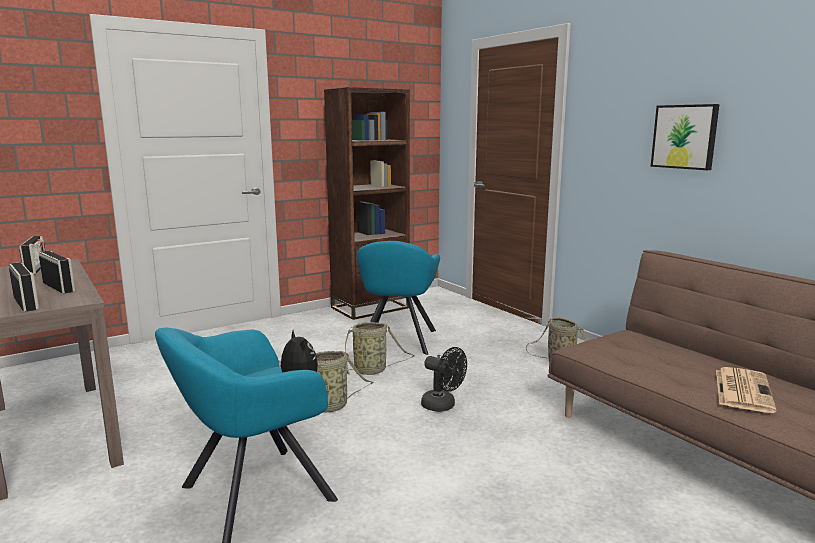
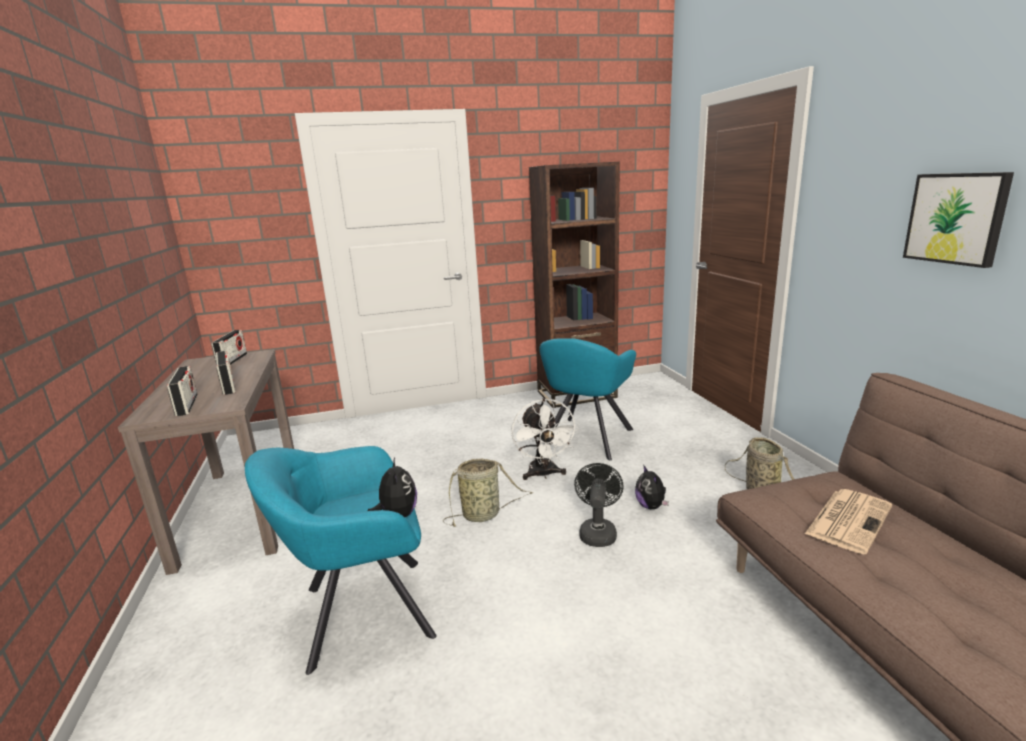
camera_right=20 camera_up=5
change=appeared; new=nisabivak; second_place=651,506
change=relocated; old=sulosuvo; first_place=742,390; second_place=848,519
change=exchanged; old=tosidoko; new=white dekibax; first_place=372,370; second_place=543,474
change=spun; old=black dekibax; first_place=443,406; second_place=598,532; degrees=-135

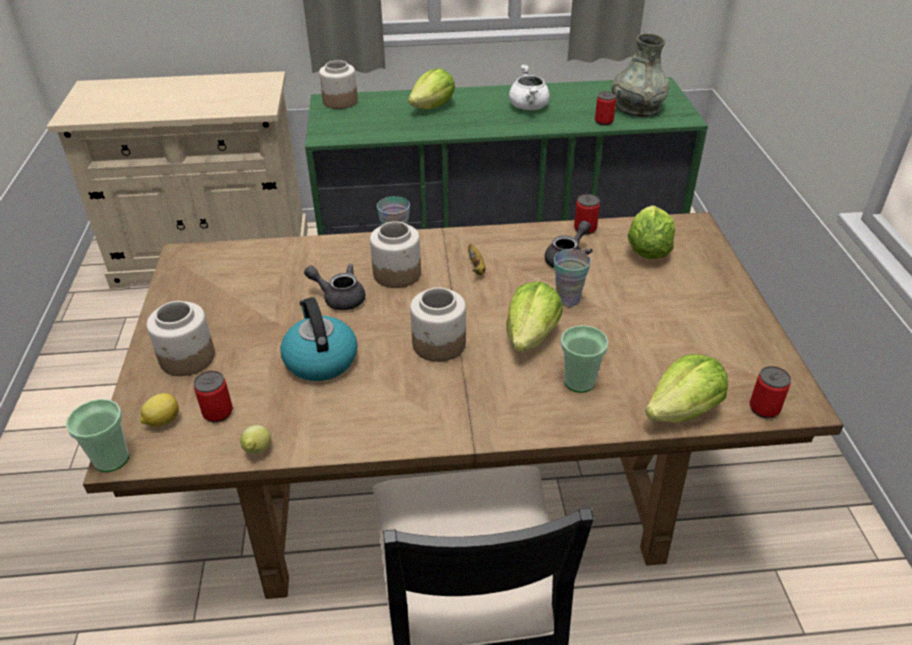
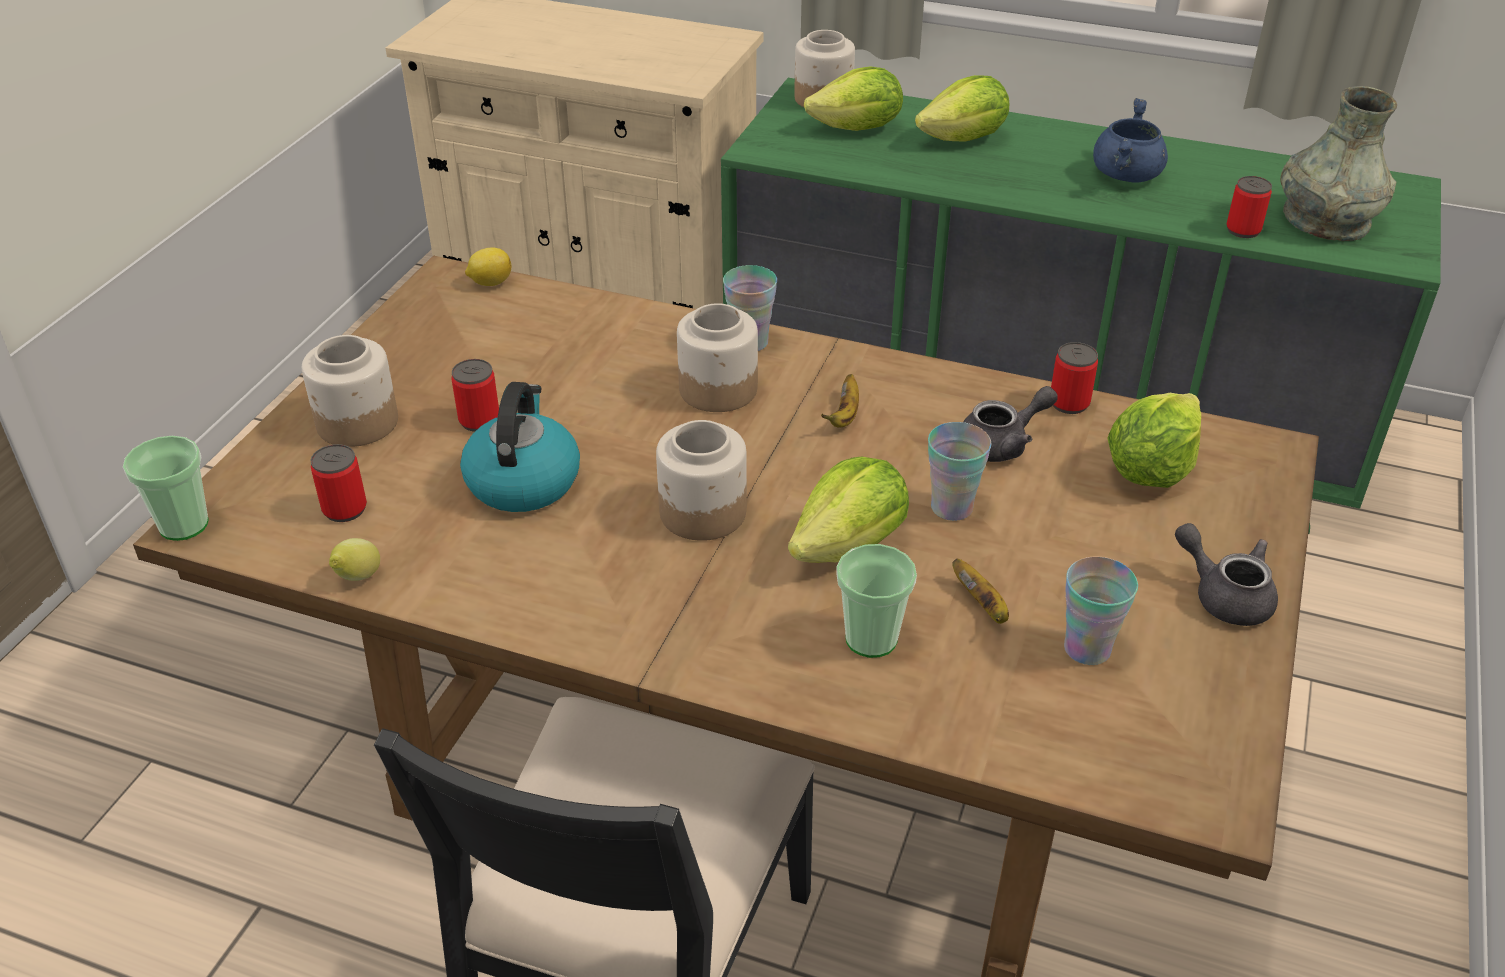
camera_right=25 camera_up=0
change=appeared; new=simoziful; second_place=982,606
change=appeared; new=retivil; second_place=1087,649
change=relocated; old=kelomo; first_place=162,421; second_place=490,283
change=relocated; old=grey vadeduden; first_place=339,298; second_place=1224,595
change=relocated; old=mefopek; first_place=683,411; second_place=858,129
change=relocated; old=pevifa; first_place=764,408; second_place=479,420
change=colour; old=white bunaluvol; new=blue bunaluvol; first_place=529,107; second_place=1127,176

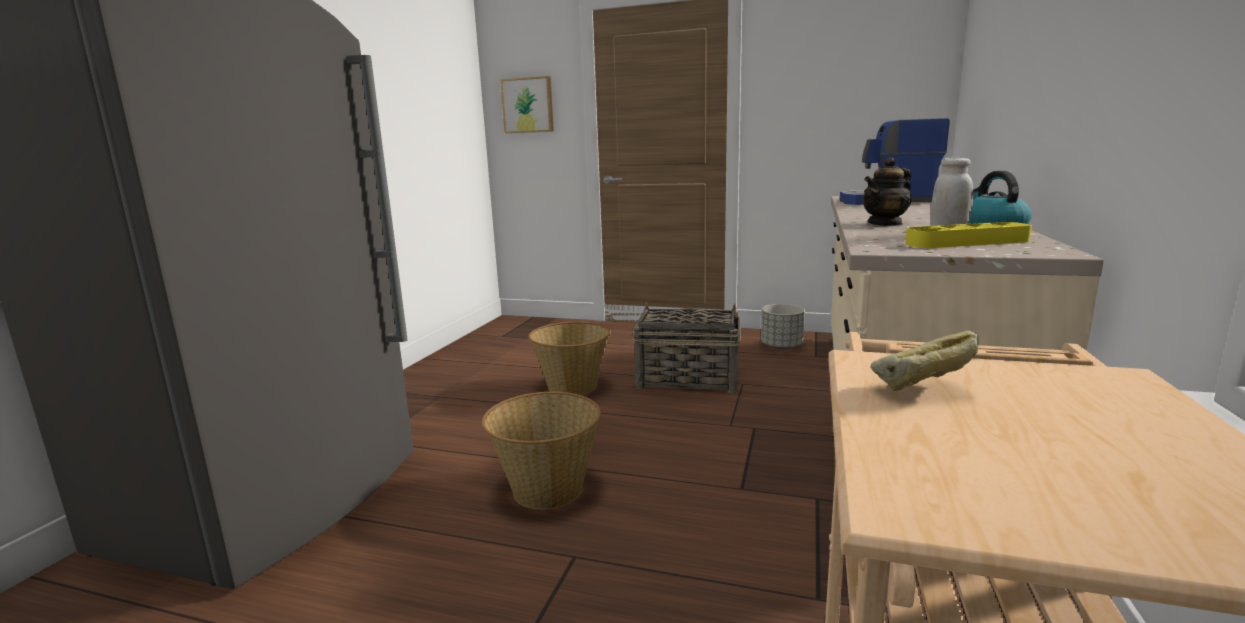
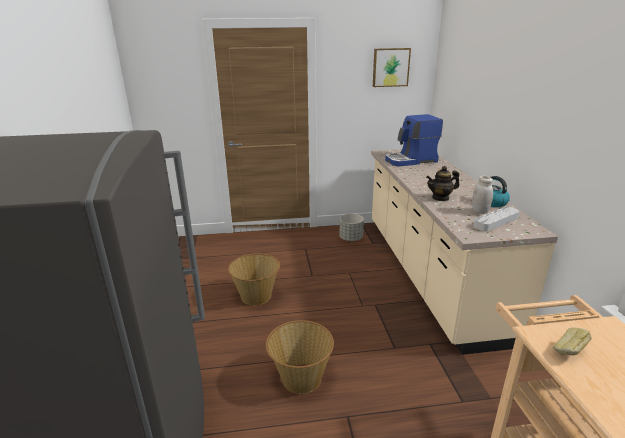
camera_right=-25 camera_up=10
change=missing; old=tosidoko; first_place=686,379
change=relocated; old=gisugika; first_place=528,105; second_place=390,67
change=colour; old=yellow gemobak; new=grey gemobak; first_place=967,242; second_place=496,221
change=spun; old=vadeduden; first_place=885,224; second_place=440,198; degrees=45

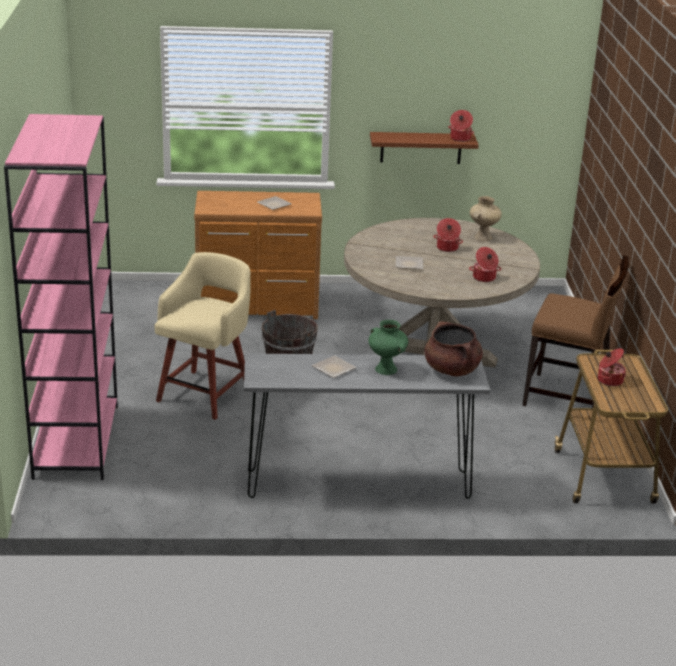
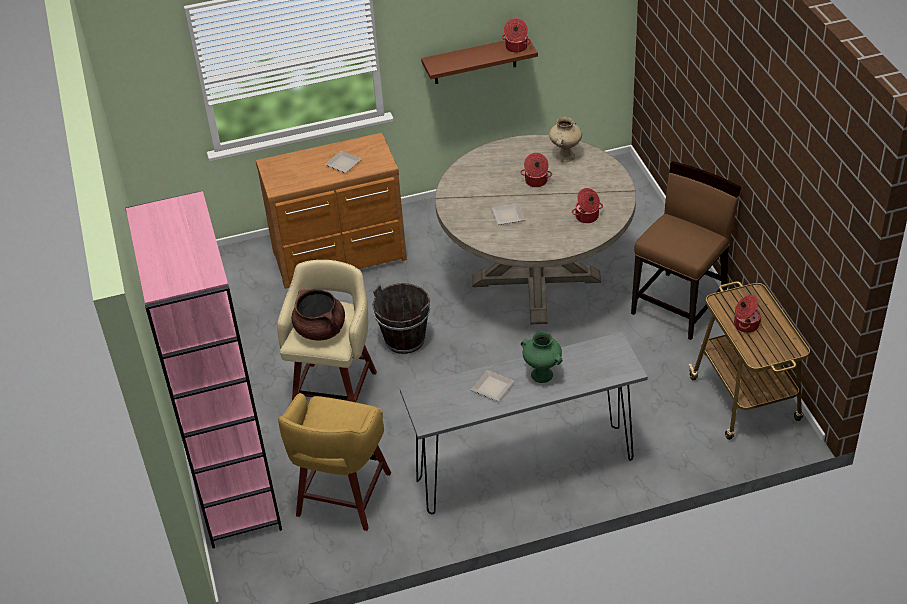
camera_right=-10 camera_up=15
change=appeared; new=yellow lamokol; second_place=342,497
change=relocated; old=brown bunaluvol; first_place=452,370; second_place=321,330
change=spun; old=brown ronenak; first_place=566,397; second_place=680,305; degrees=-60

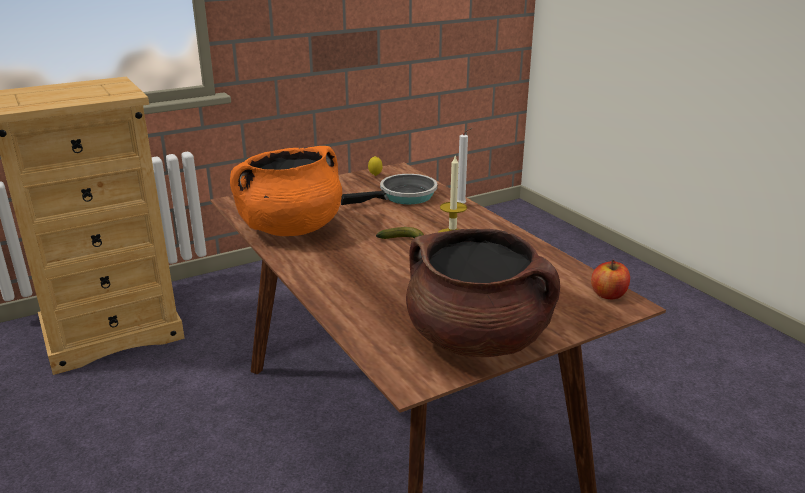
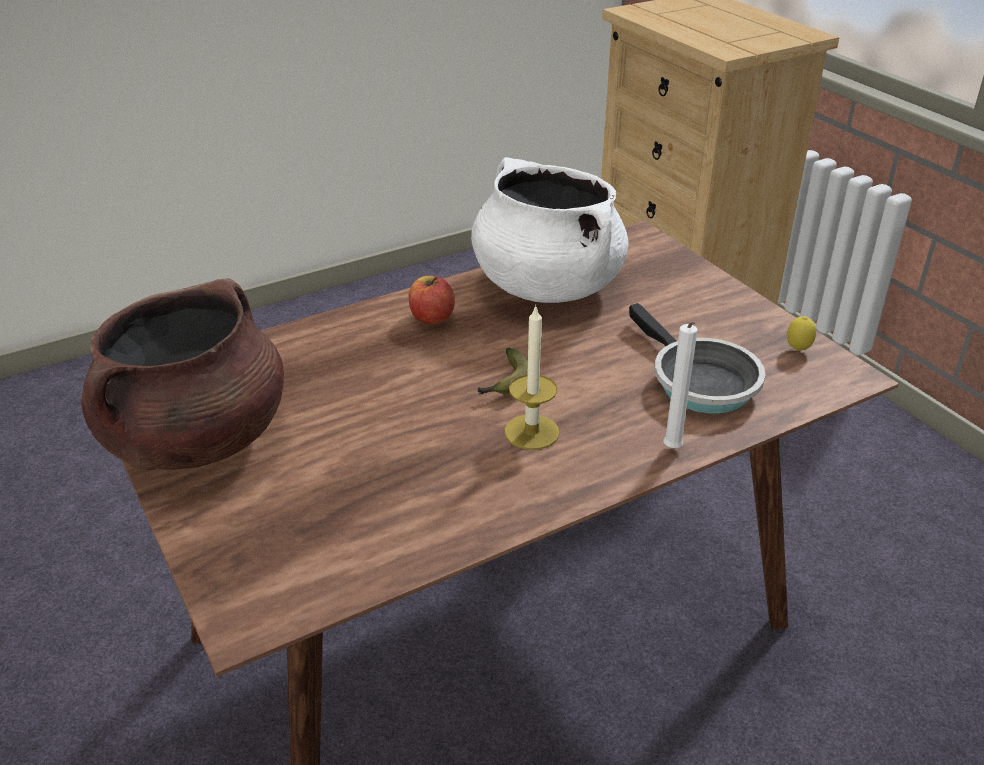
camera_right=90 camera_up=10
change=relocated; old=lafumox; first_place=608,294; second_place=432,318
change=colour; old=orange bunaluvol; new=white bunaluvol; first_place=291,229; second_place=546,286

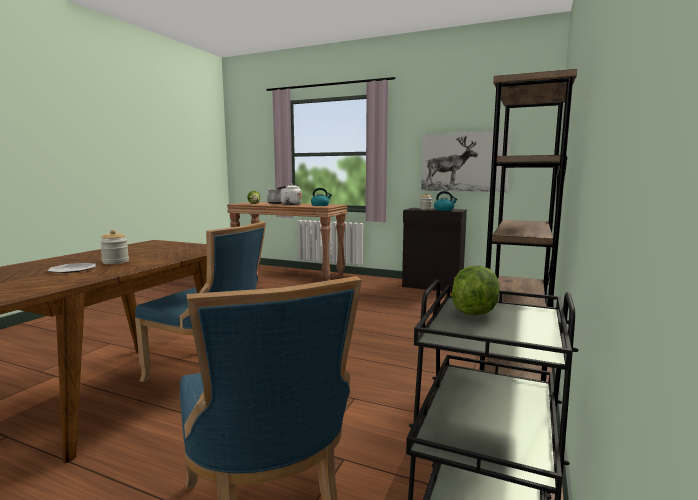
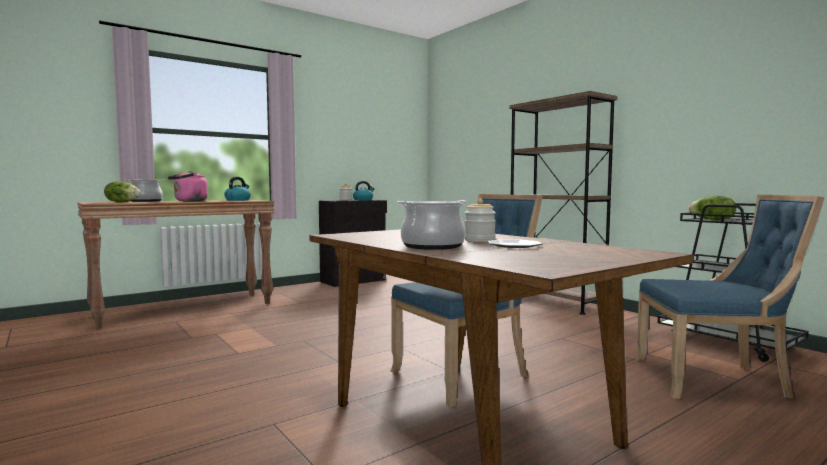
camera_right=-60 camera_up=-5
change=missing; old=gisugika; first_place=463,162
change=appeared; new=bunaluvol; second_place=432,246
change=colour; old=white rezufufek; new=pink rezufufek; first_place=289,204; second_place=189,201

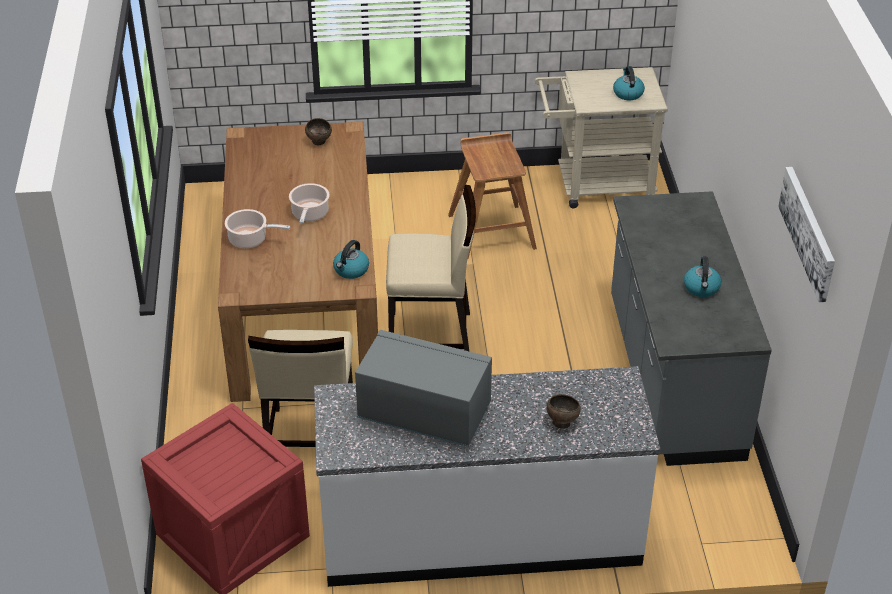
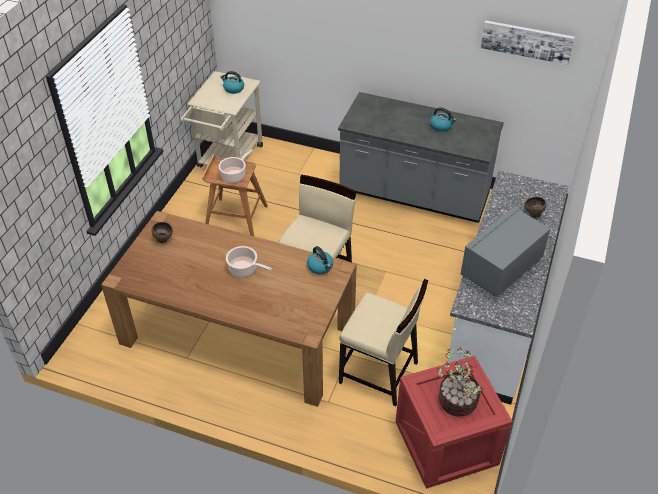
camera_right=-65 camera_up=5
change=appeared; new=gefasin; second_place=456,400
change=relocated; old=bunaluvol; first_place=250,239; second_place=234,175

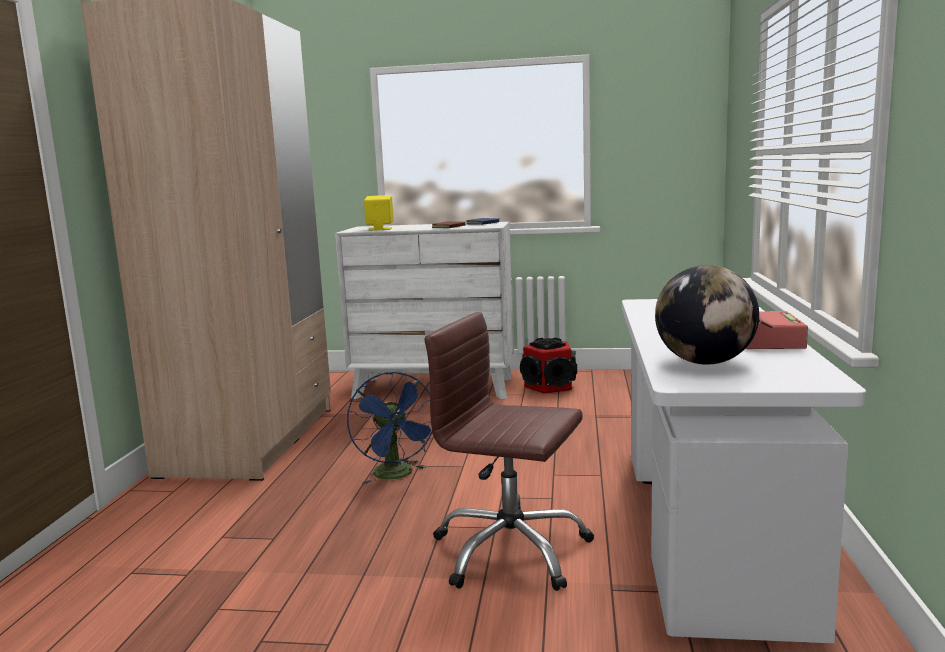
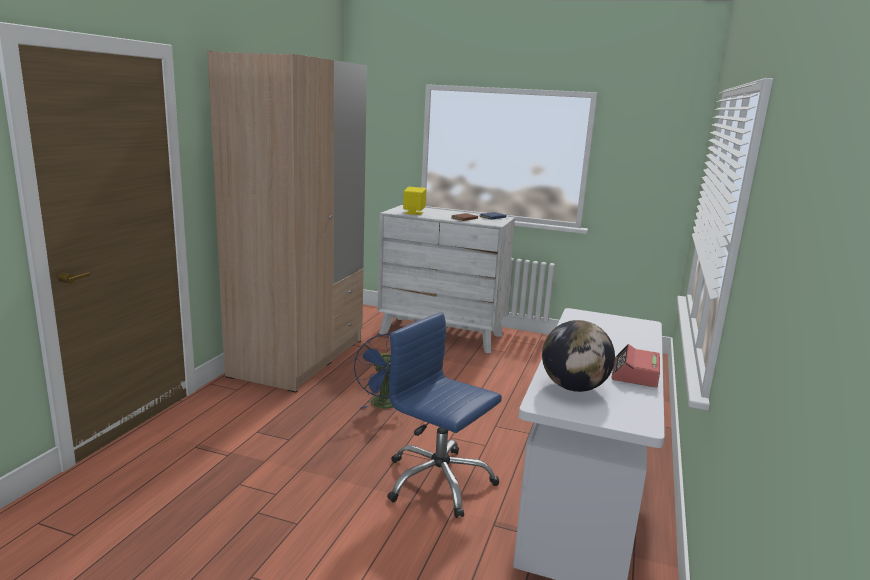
camera_right=10 camera_up=5
change=missing; old=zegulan; first_place=550,386
change=colour; old=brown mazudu; new=blue mazudu; first_place=510,551; second_place=438,481

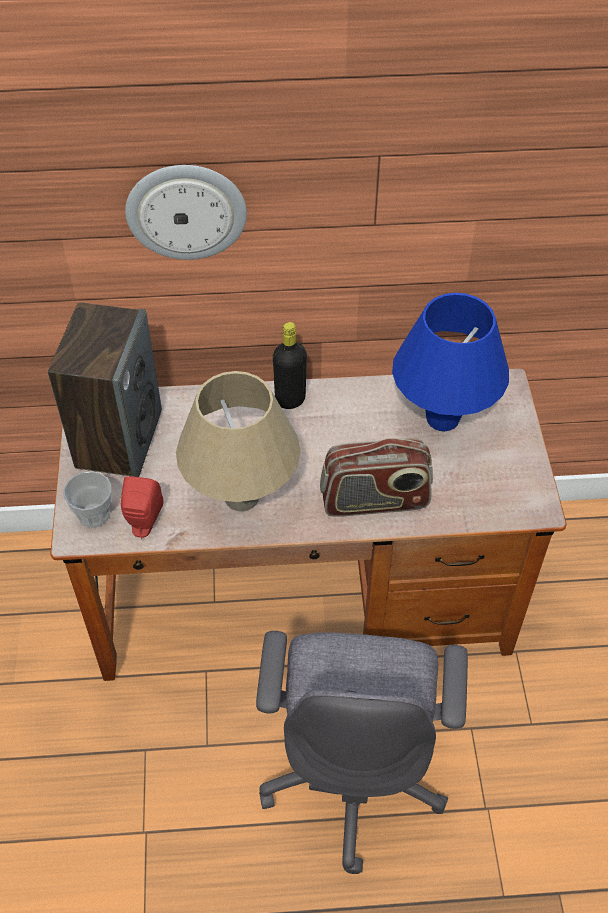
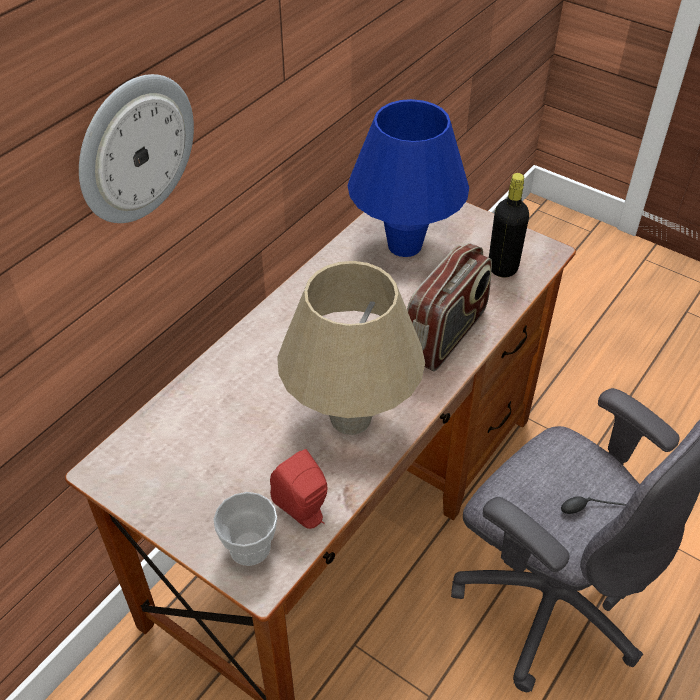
camera_right=-50 camera_up=-5
change=missing; old=zegulan; first_place=118,438
change=relocated; old=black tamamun; first_place=290,399; second_place=502,267

